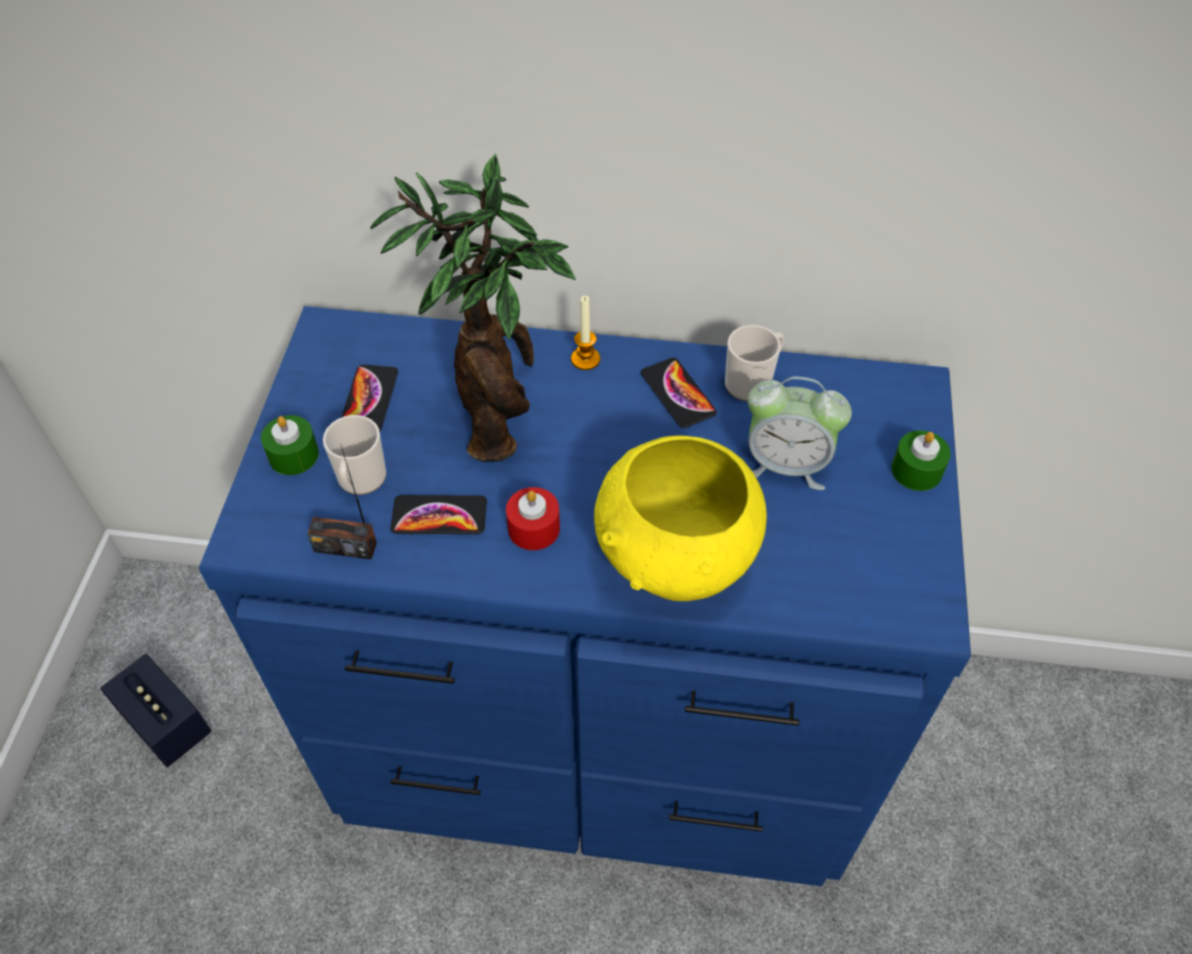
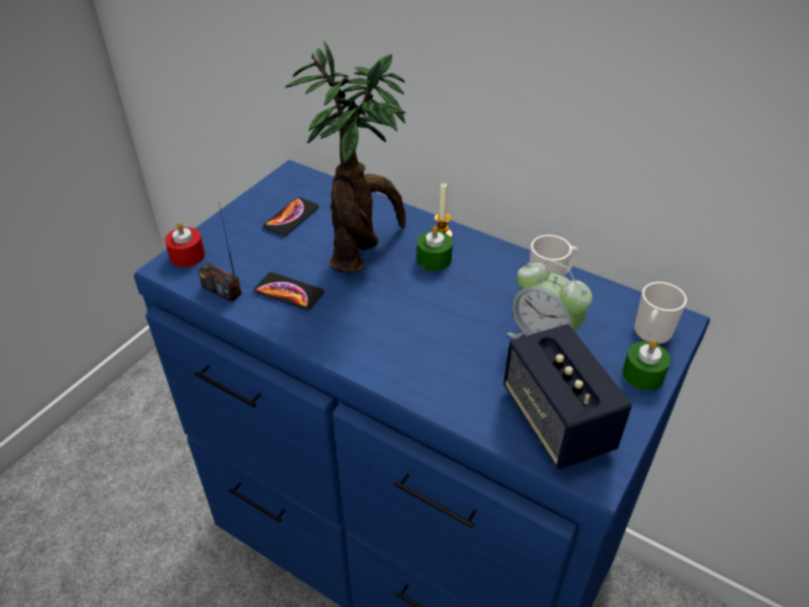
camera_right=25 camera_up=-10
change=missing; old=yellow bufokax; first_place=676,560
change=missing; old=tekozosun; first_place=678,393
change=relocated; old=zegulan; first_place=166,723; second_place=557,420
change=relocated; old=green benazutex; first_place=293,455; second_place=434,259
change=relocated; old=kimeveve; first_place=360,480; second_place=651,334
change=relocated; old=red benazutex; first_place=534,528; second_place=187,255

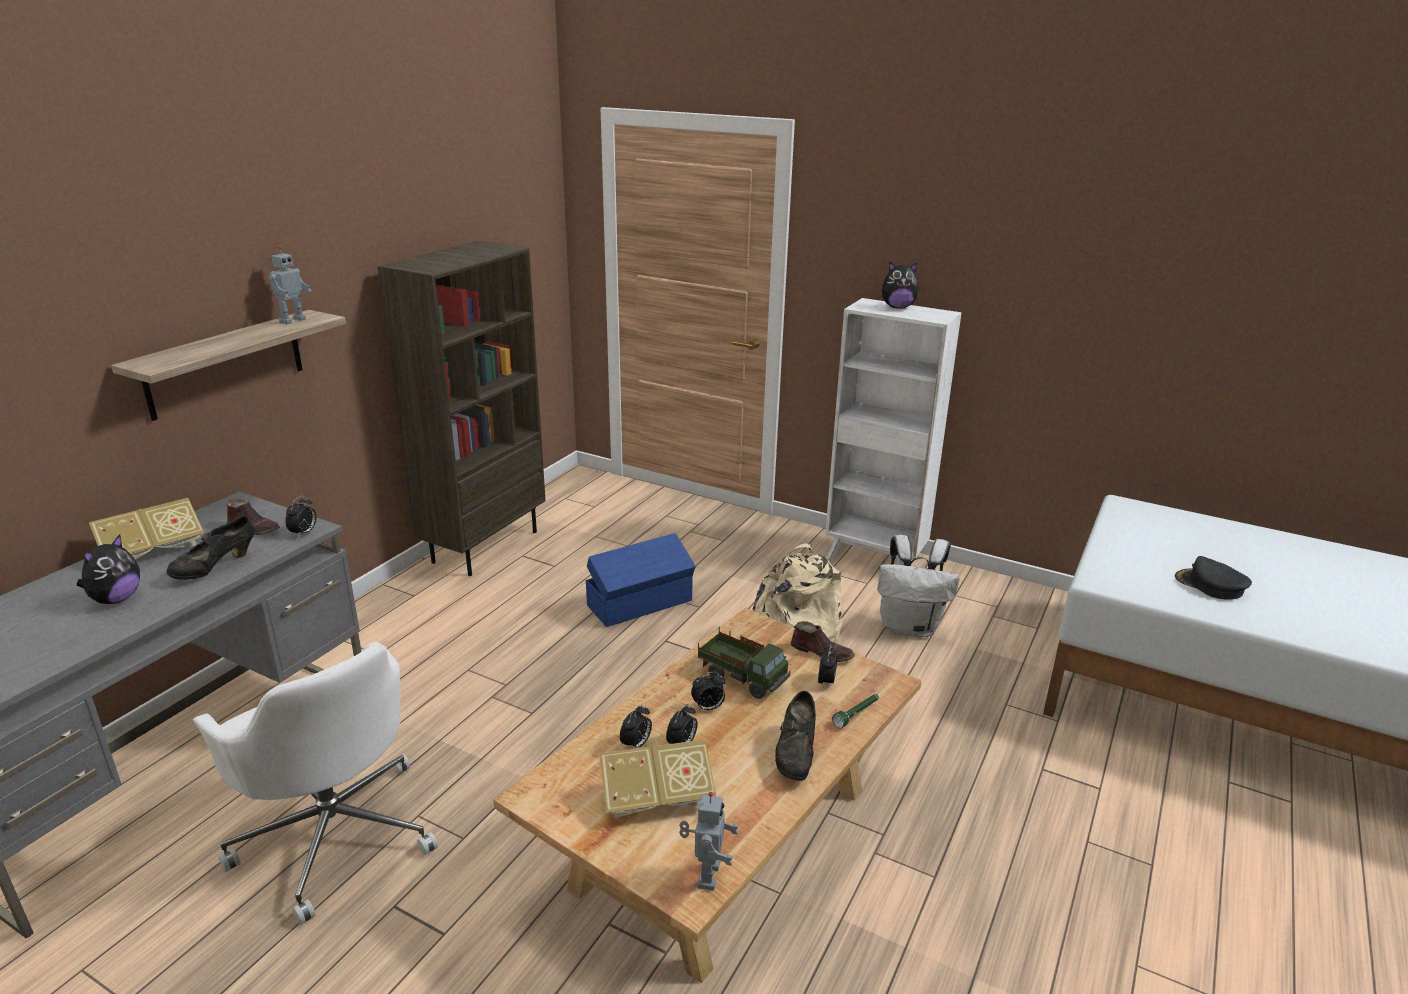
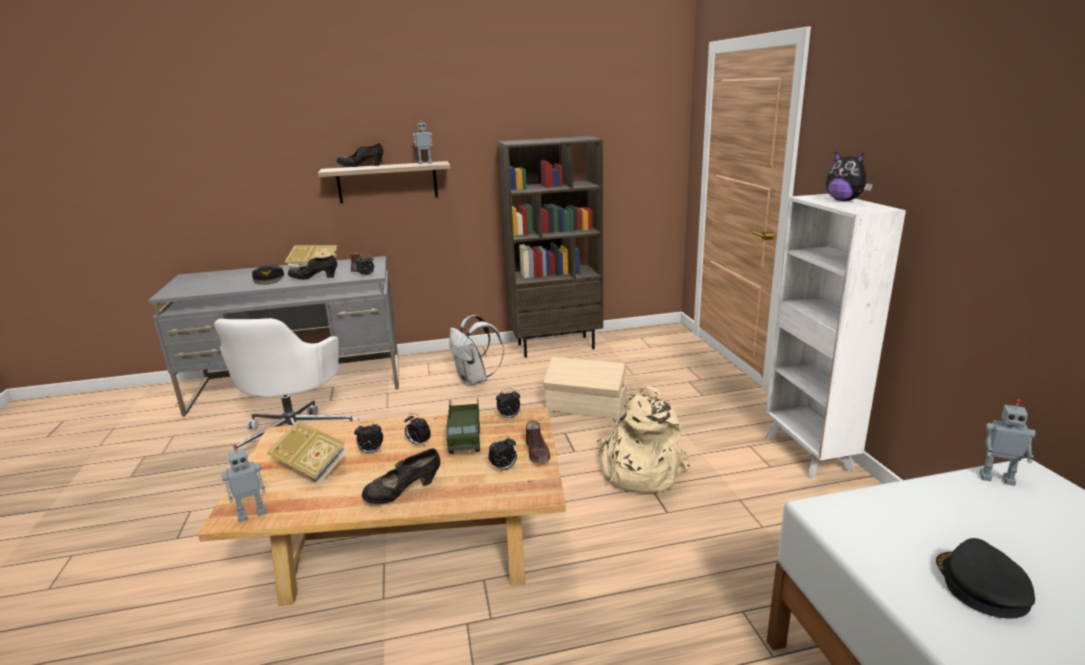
camera_right=50 camera_up=-5
change=missing; old=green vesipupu; first_place=856,714
change=appeared; new=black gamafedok; second_place=361,167
change=appeared; new=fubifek; second_place=996,478
change=relocated; old=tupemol; first_place=636,745; second_place=509,417
change=relocated; old=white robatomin; first_place=910,627; second_place=475,380
change=exchanged; old=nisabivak; new=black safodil; first_place=116,599; second_place=269,278
change=colour; old=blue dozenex; new=beige dozenex; first_place=641,603; second_place=586,407

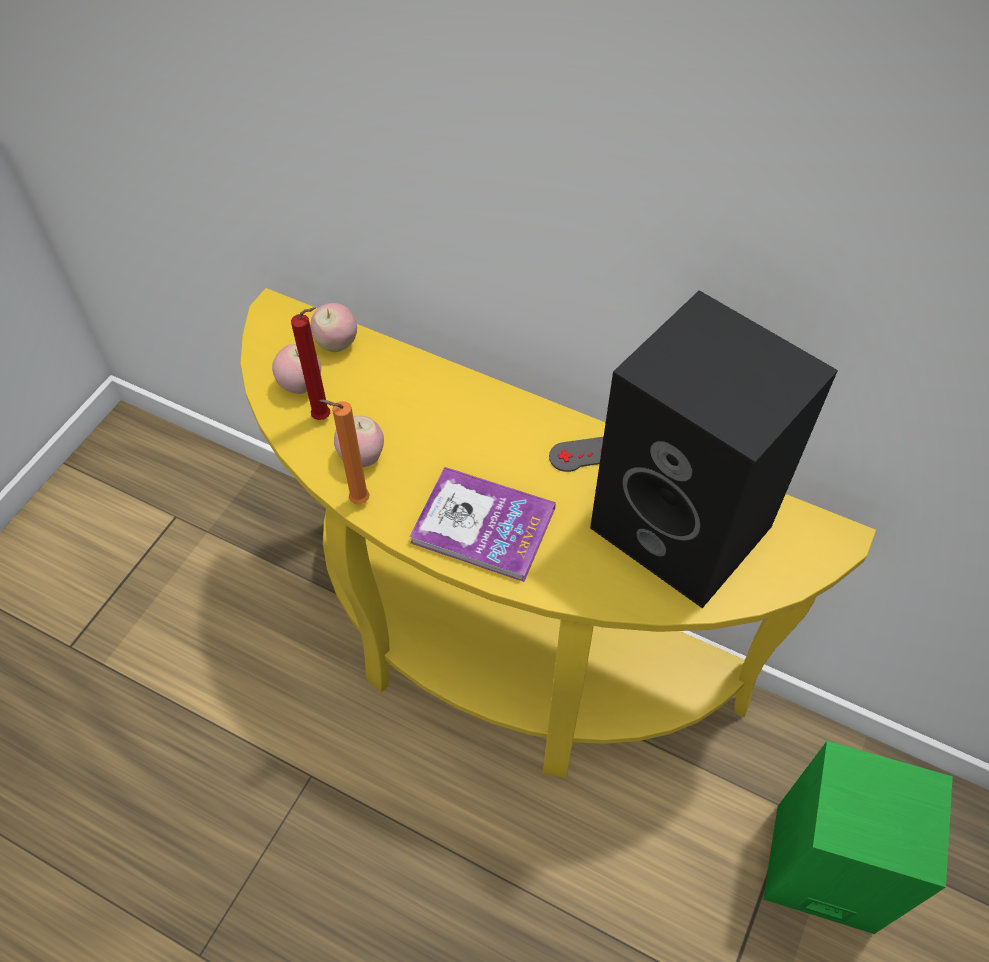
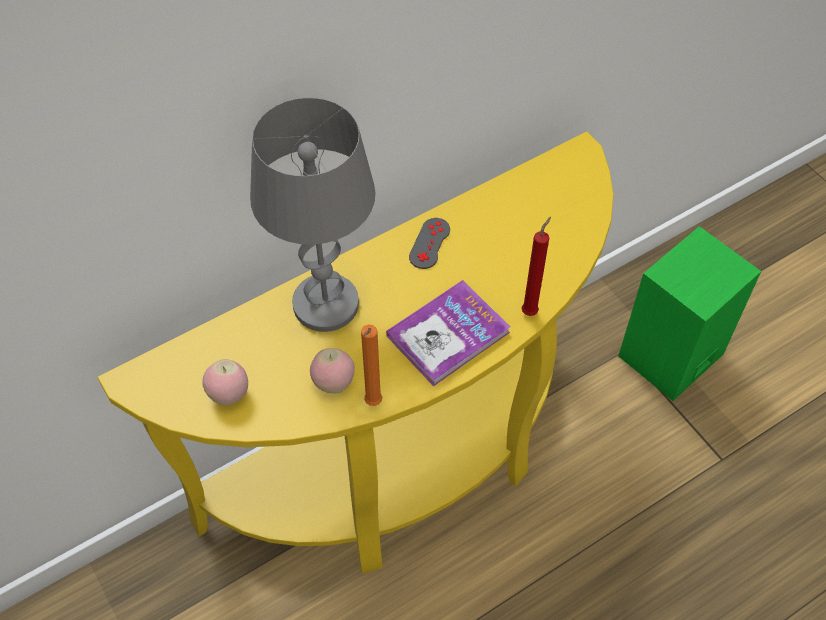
camera_right=-60 camera_up=0
change=missing; old=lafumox; first_place=337,344
change=missing; old=black zegulan; first_place=686,527
change=appeared; new=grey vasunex; second_place=325,305
change=relocated; old=red benazutex; first_place=325,417; second_place=531,311

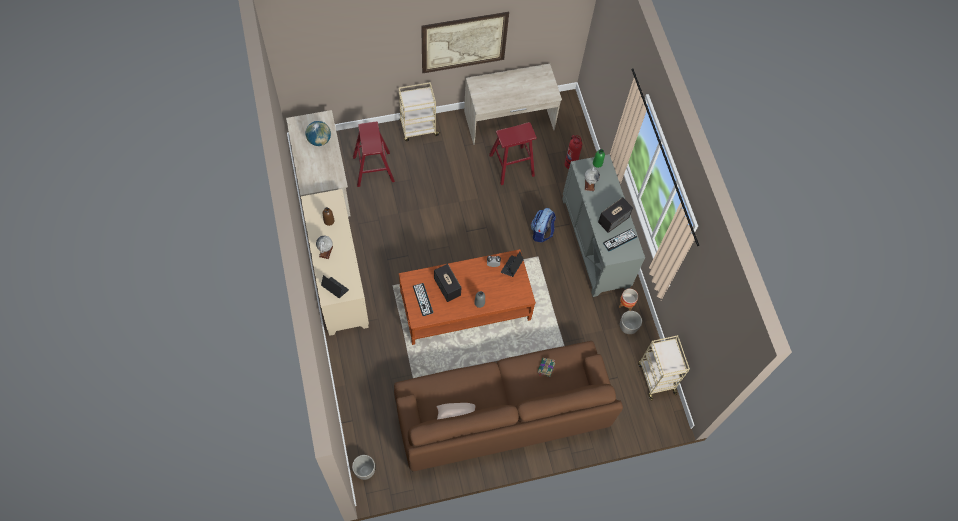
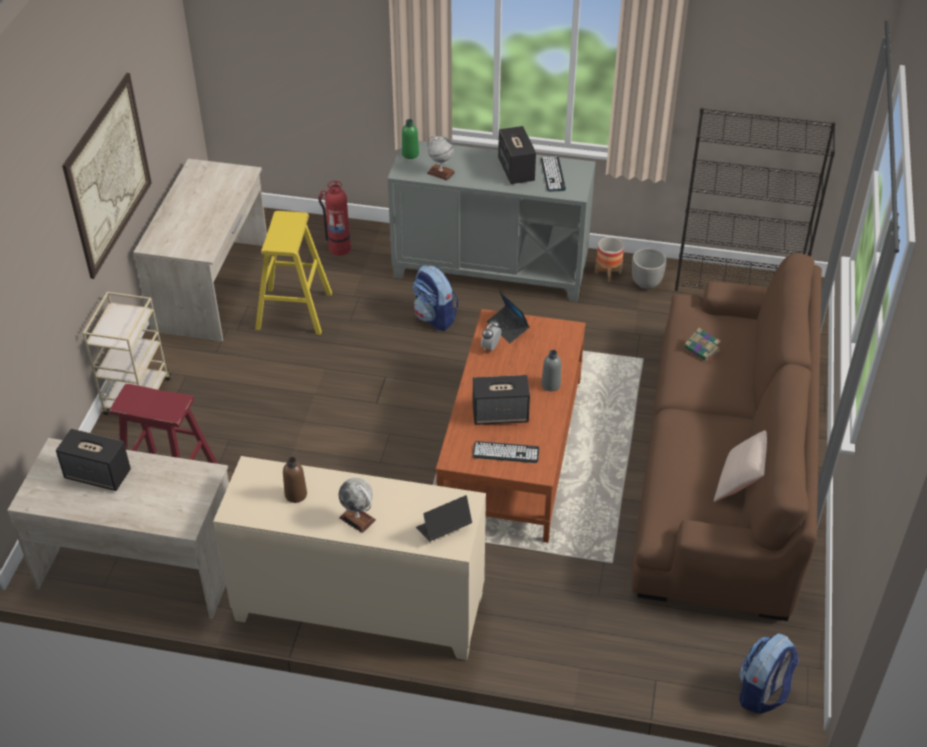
camera_right=-60 camera_up=-20
change=exchanged; old=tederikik; new=zegulan; first_place=319,140; second_place=98,475
change=exchanged; old=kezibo; new=robatomin; first_place=364,471; second_place=762,693
change=exchanged; old=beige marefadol; new=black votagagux; first_place=656,377; second_place=738,283
change=colour; old=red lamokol; new=yellow lamokol; first_place=511,165; second_place=294,311

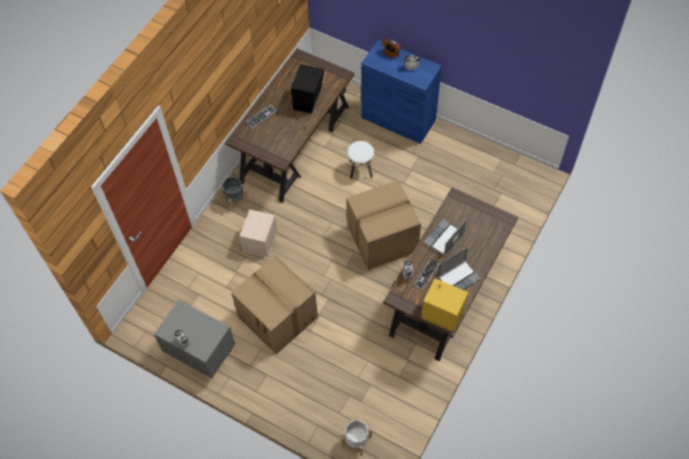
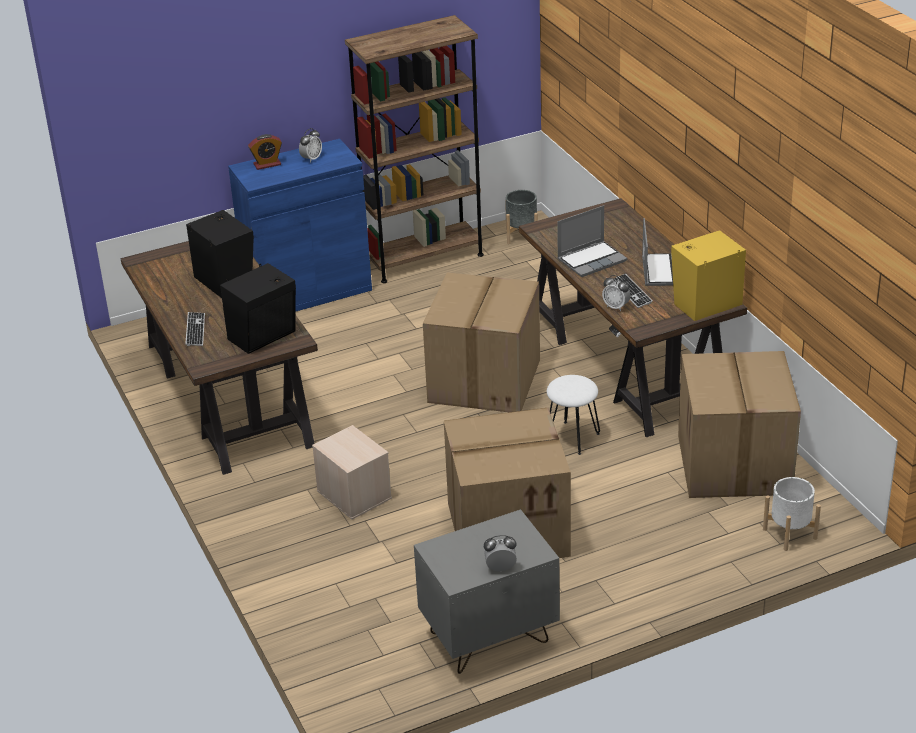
camera_right=-55 camera_up=-25
change=appeared; new=black zegulan; second_place=264,336
change=appeared; new=brown votagagux; second_place=423,258
change=appeared; new=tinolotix; second_place=736,465
change=relocated; old=grey kezibo; first_place=235,200; second_place=521,235
change=relocated; old=white lamokol; first_place=360,169; second_place=572,438
change=spun; old=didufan; first_place=444,239; second_place=592,260; degrees=-105

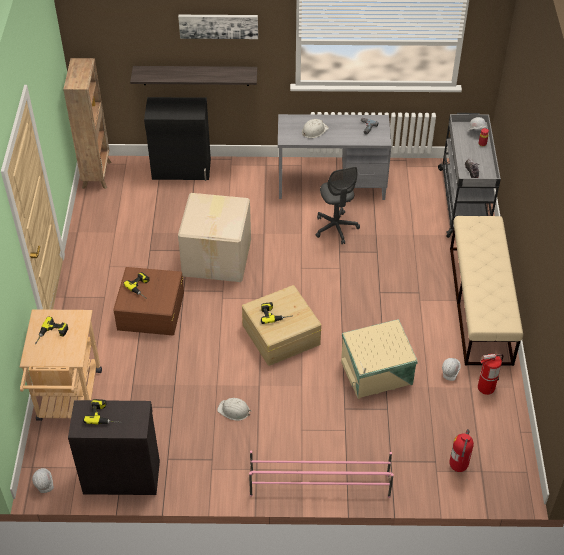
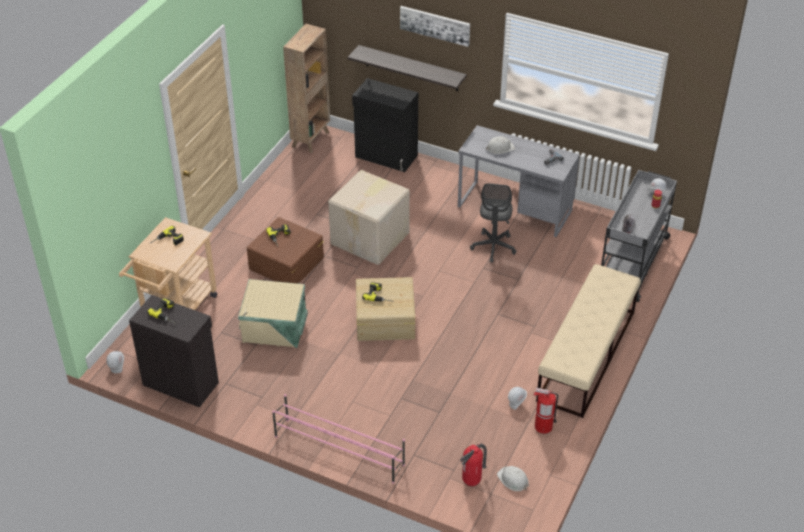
camera_right=25 camera_up=-5
change=relocated; old=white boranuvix; first_place=234,410; second_place=513,480
change=relocated; old=beige dozenex; first_place=377,373; second_place=275,329

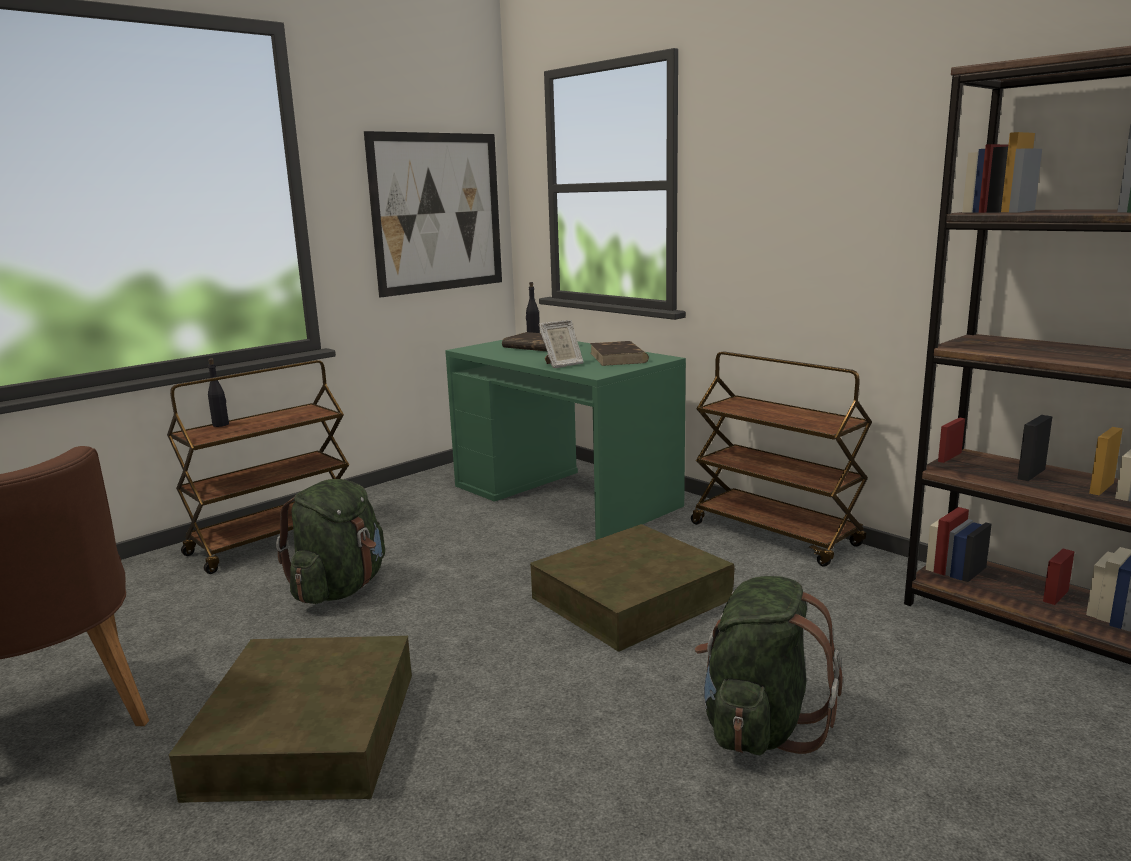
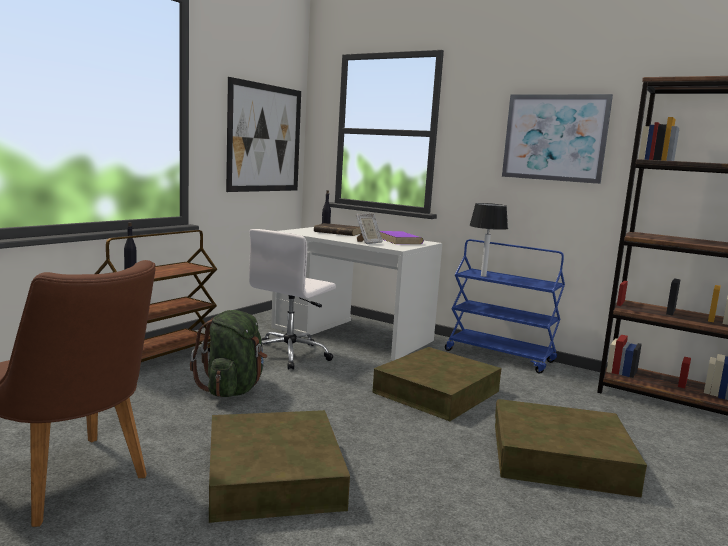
camera_right=-15 camera_up=-5
change=appeared; new=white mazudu; second_place=290,354
change=appeared; new=vasunex; second_place=483,276
change=appeared; new=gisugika; second_place=554,138
change=exchanged; old=green robatomin; new=brown dozenex; first_place=759,726; second_place=560,458
change=colour; old=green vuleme; new=white vuleme; first_place=564,496; second_place=351,334
change=colour; old=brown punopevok; new=purple punopevok; first_place=618,358; second_place=400,241
change=colour; old=brown marefadol; new=blue marefadol; first_place=776,534; second_place=500,356

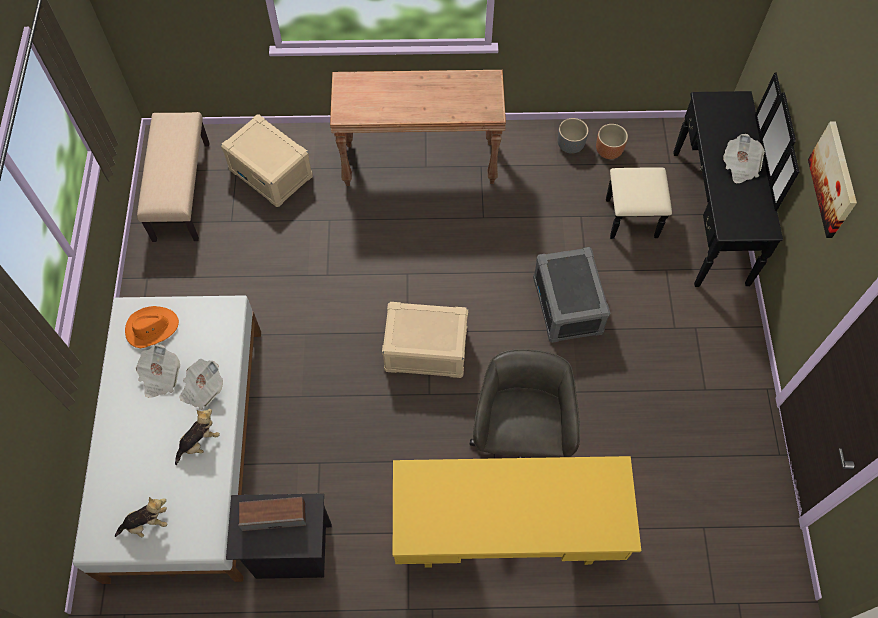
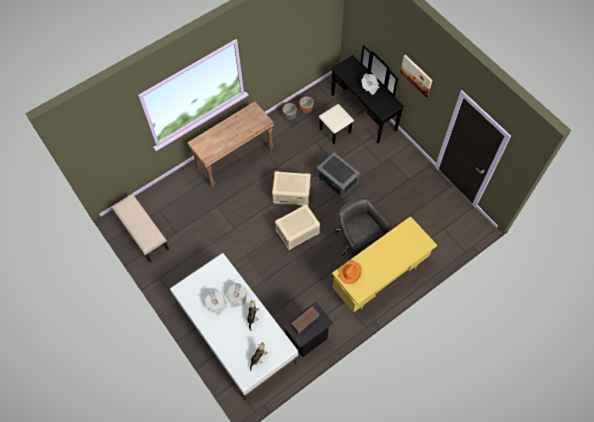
camera_right=-35 camera_up=0
change=relocated; old=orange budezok; first_place=151,328; second_place=350,272
change=relocated; old=beige dozenex; first_place=271,173; second_place=291,193

